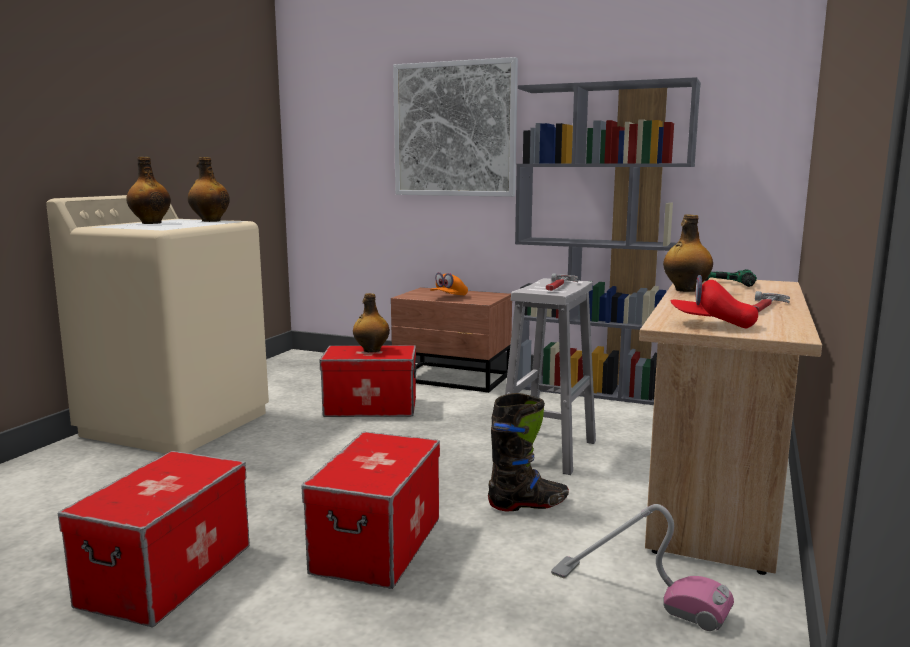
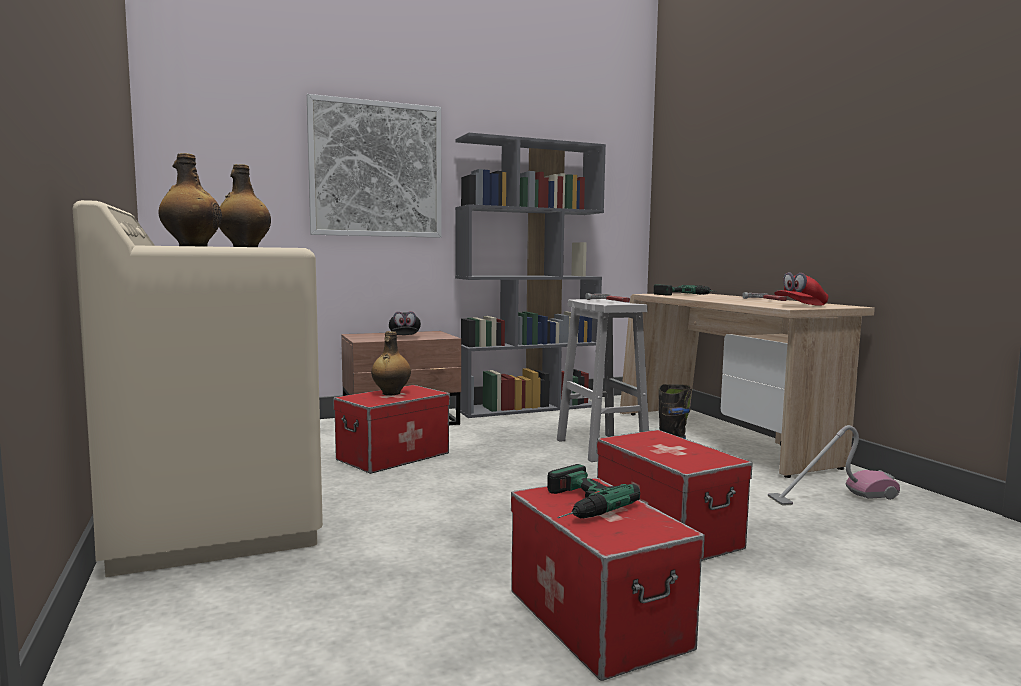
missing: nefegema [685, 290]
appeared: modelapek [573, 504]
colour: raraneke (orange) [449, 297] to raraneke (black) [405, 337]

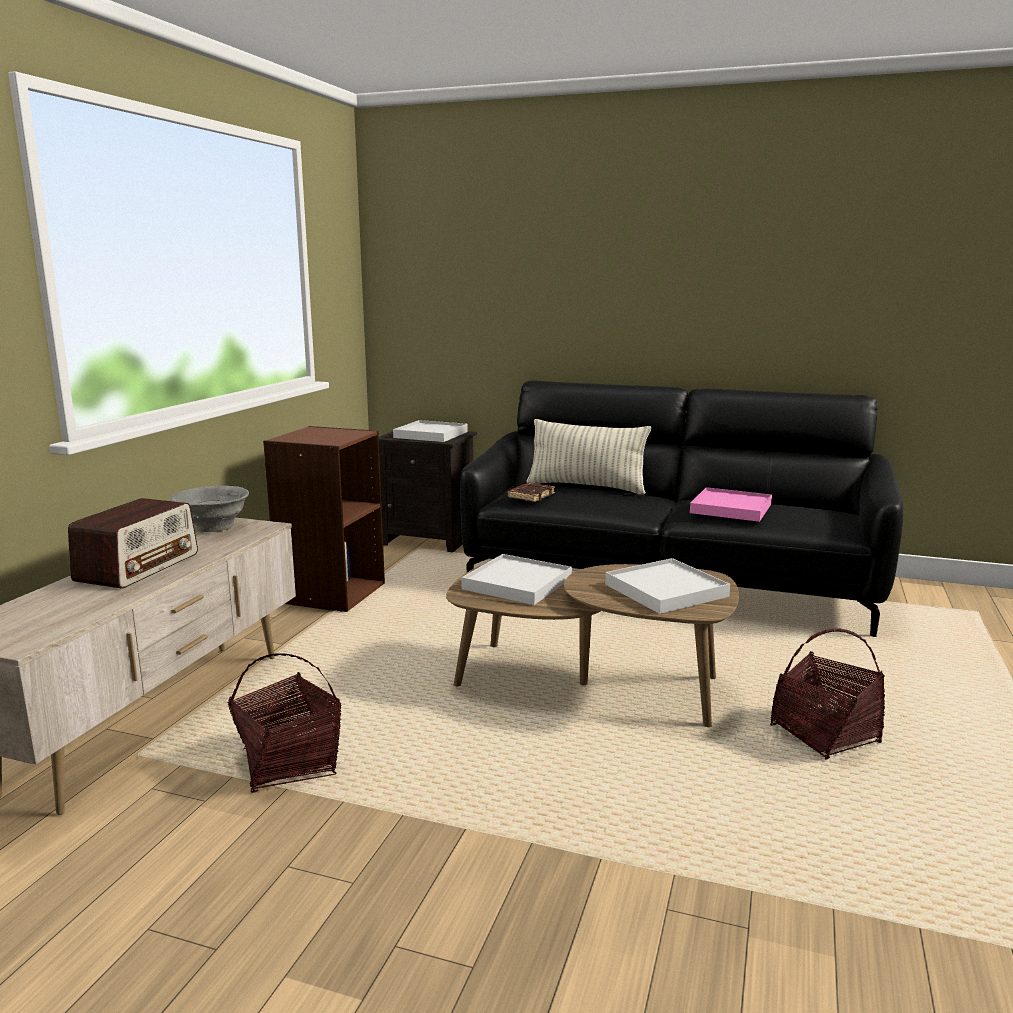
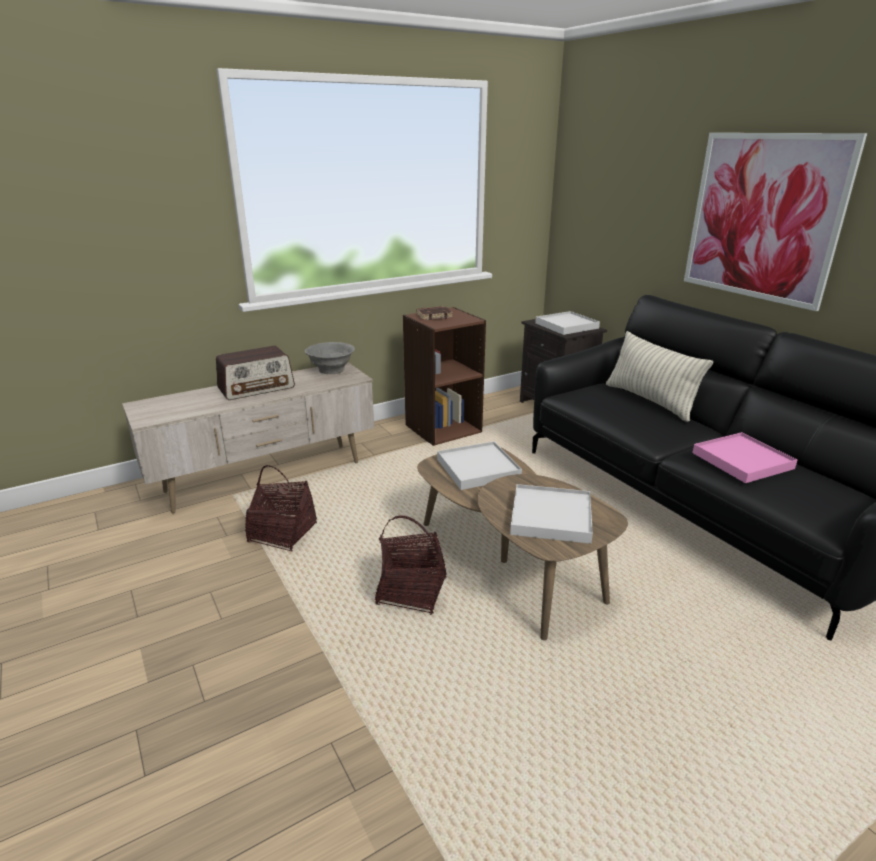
appeared: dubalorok [763, 218]
relocated: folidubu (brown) [530, 496] to [434, 316]; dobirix [825, 734] to [412, 592]

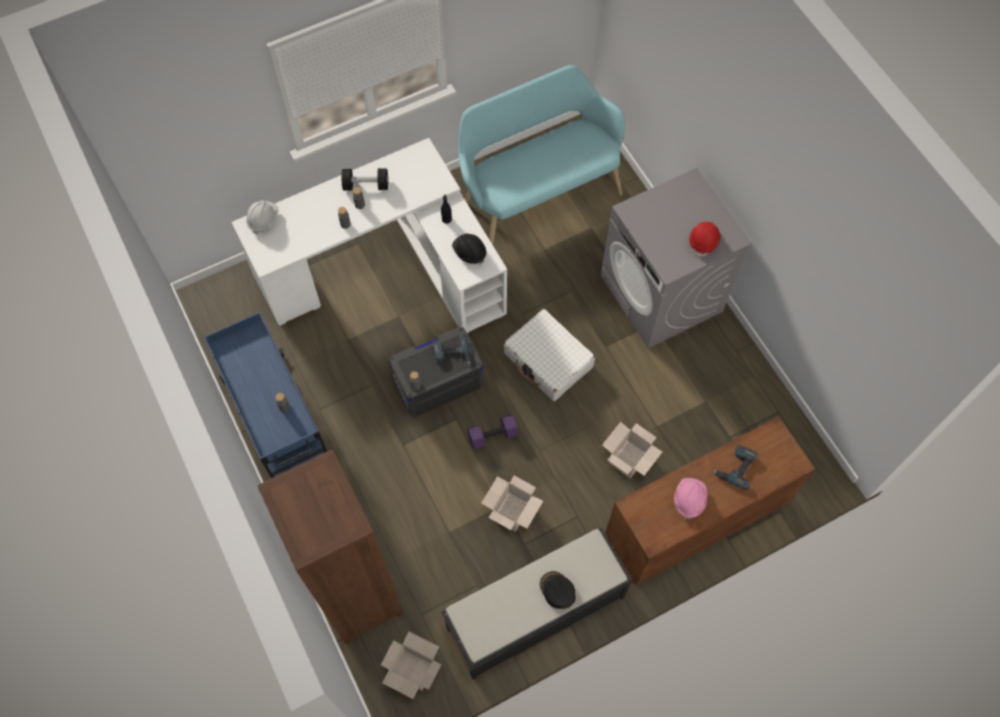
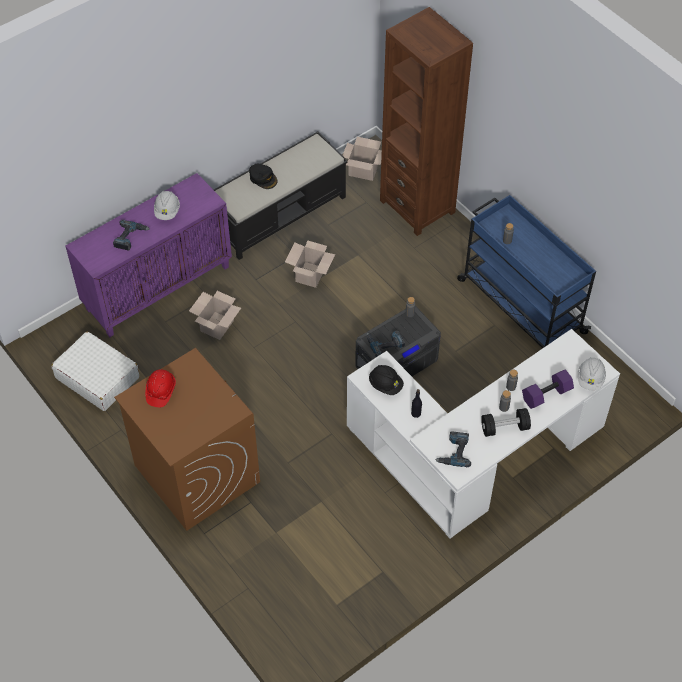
missing: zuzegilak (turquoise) [537, 194]
appeared: modelapek [454, 452]
relocated: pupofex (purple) [493, 435] to [546, 395]; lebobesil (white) [548, 361] to [97, 377]
colour: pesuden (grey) [661, 294] to pesuden (brown) [196, 473]; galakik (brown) [694, 525] to galakik (purple) [158, 287]; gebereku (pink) [689, 500] to gebereku (white) [167, 211]

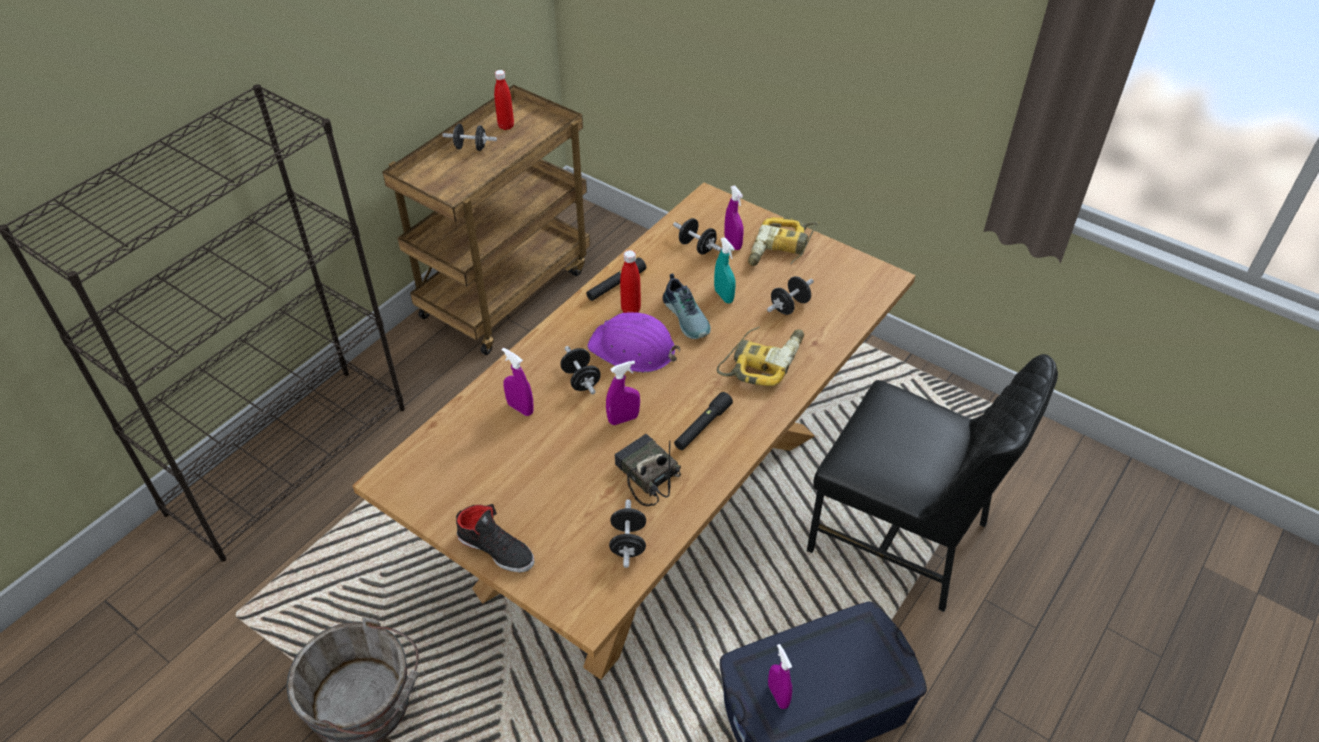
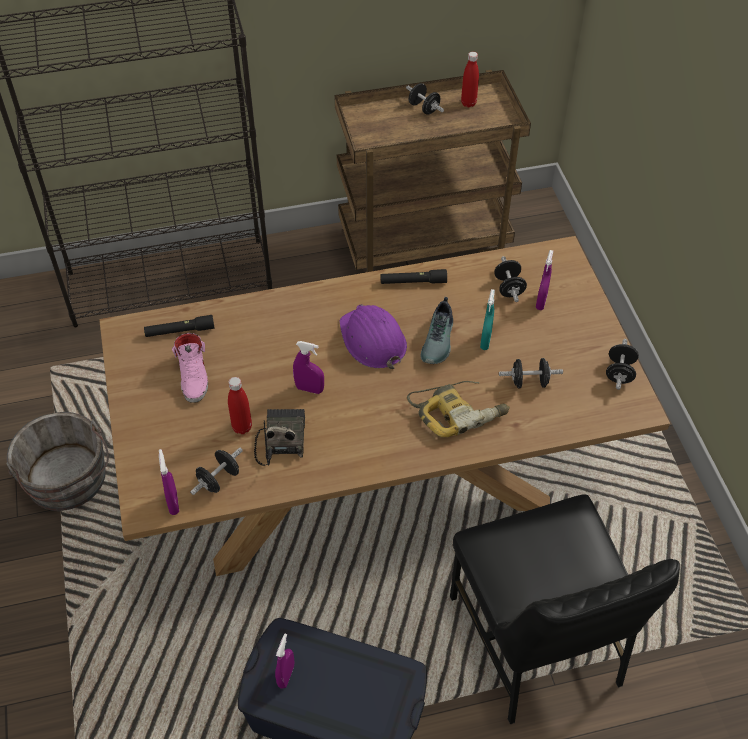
missing: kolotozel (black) [496, 549]; modelapek [781, 250]
appeared: kolotozel (pink) [194, 375]
relocated: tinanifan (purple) [520, 408] to [173, 503]; pupofex (black) [581, 380] to [619, 373]; nefegema (red) [631, 310] to [242, 427]; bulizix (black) [702, 426] to [180, 331]

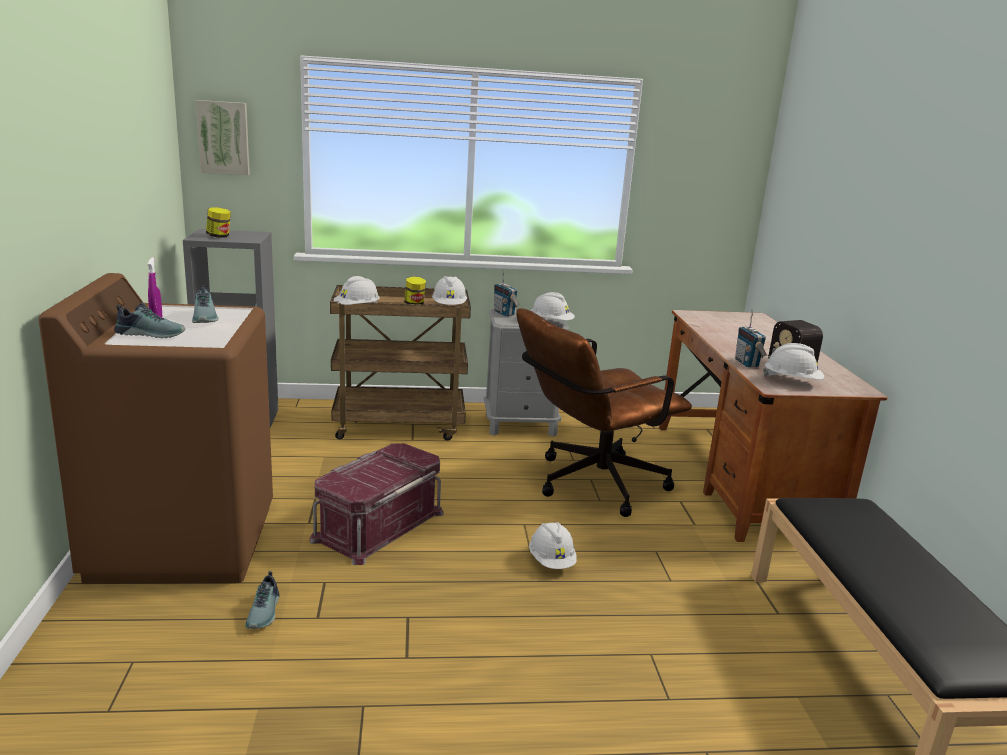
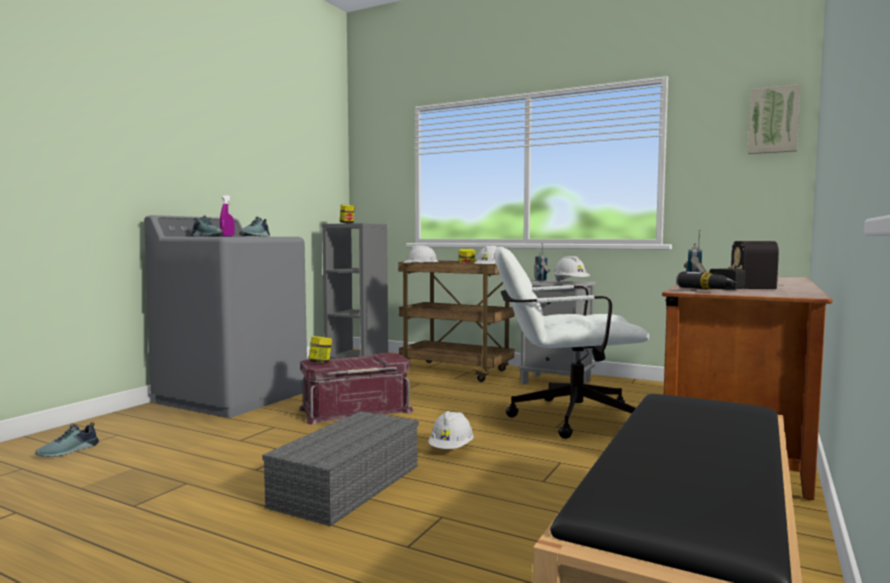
appeared: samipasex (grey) [347, 484]; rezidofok [320, 363]
relocated: dubalorok [224, 137] to [773, 120]; kolotozel [265, 612] to [69, 451]
exchanged: gebereku (white) [792, 381] to modelapek [720, 290]
colour: pesuden (brown) [183, 540] to pesuden (grey) [233, 397]; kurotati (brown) [589, 485] to kurotati (white) [562, 418]

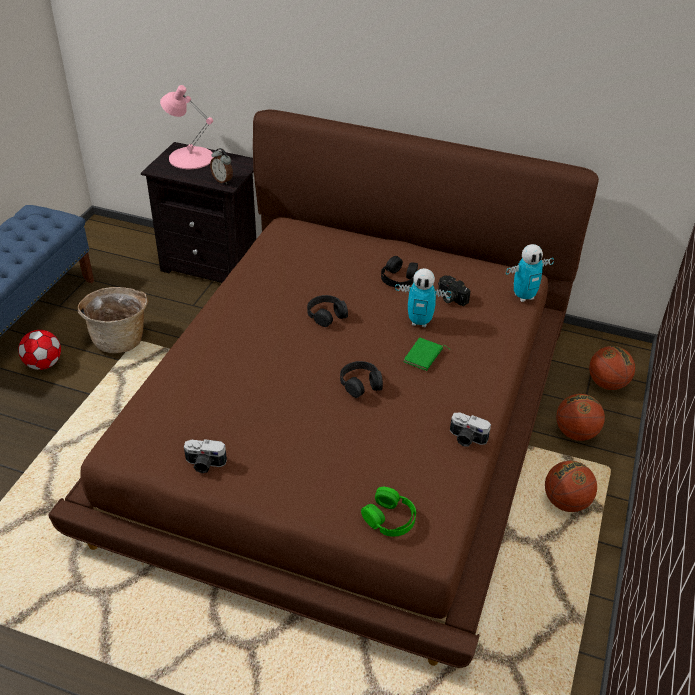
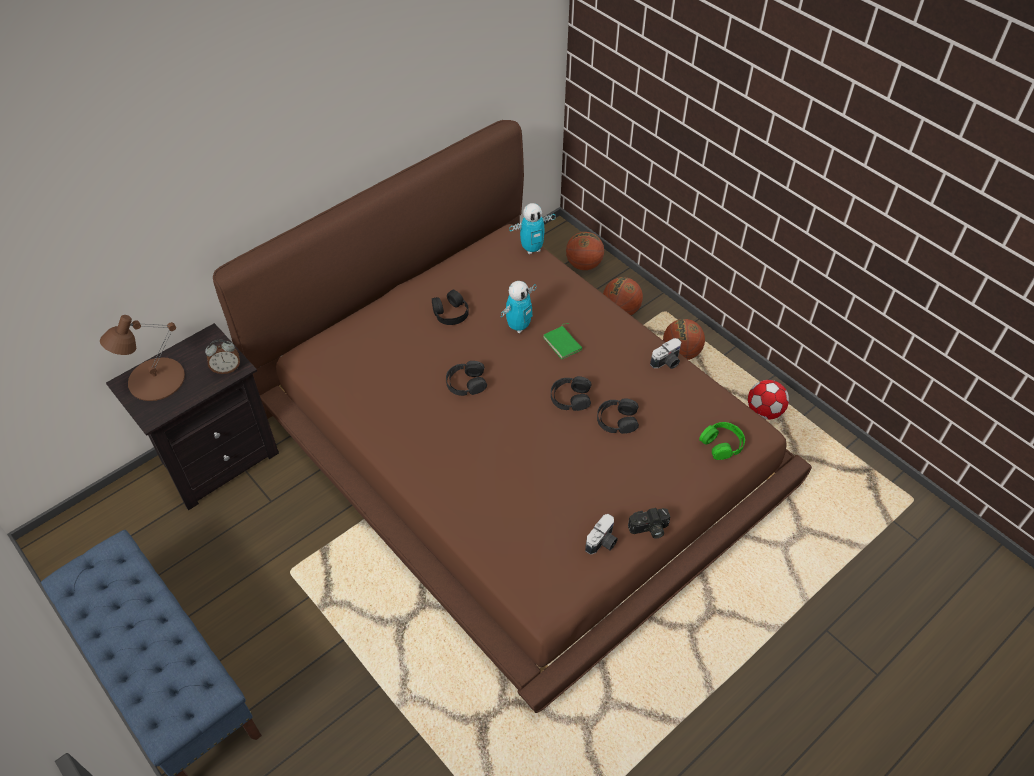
missing: dobirix [120, 339]
appeared: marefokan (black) [617, 420]
relocated: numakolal [44, 364] to [764, 411]; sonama [450, 298] to [649, 529]
colour: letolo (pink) [191, 157] to letolo (brown) [155, 379]
spun: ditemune [524, 297] = [532, 249] 60 degrees clockwise

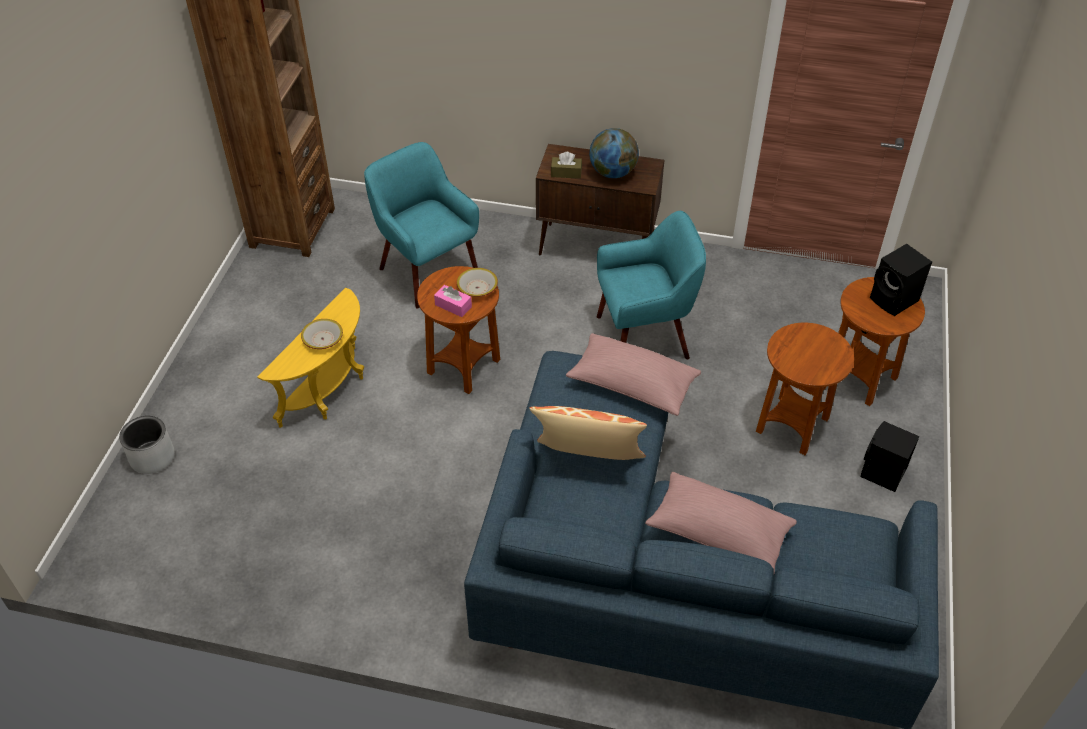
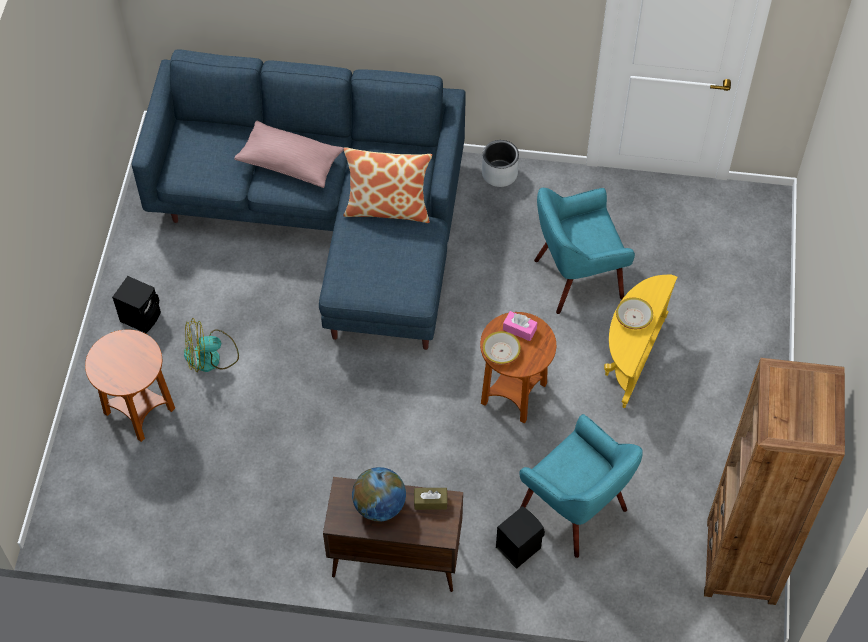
missing: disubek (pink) [632, 385]
relocated: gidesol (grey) [152, 457] to [500, 173]; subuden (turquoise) [644, 337] to [577, 277]; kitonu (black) [894, 300] to [517, 546]
exchanged: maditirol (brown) [792, 425] to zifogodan [211, 356]

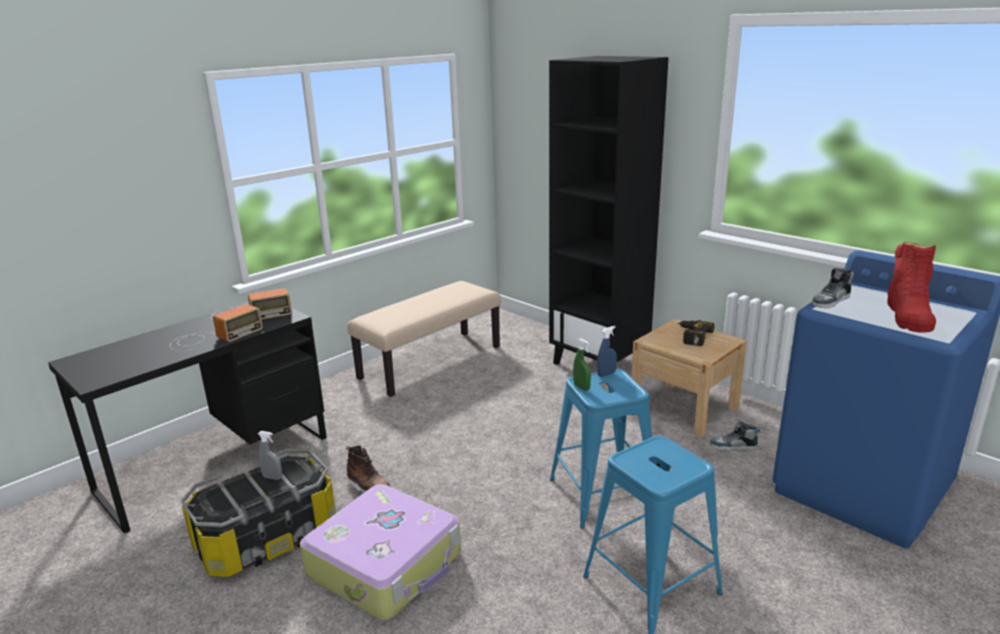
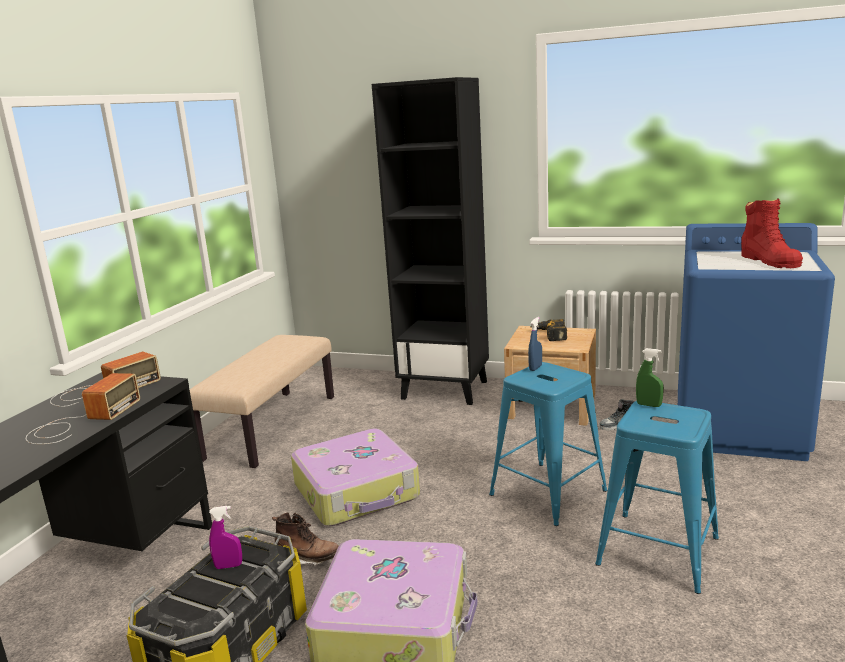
missing: kolotozel [831, 301]
appeared: lebobesil [357, 491]
relocated: tinanifan (green) [581, 387] to [649, 405]
colour: tinanifan (grey) [272, 477] to tinanifan (purple) [228, 566]

